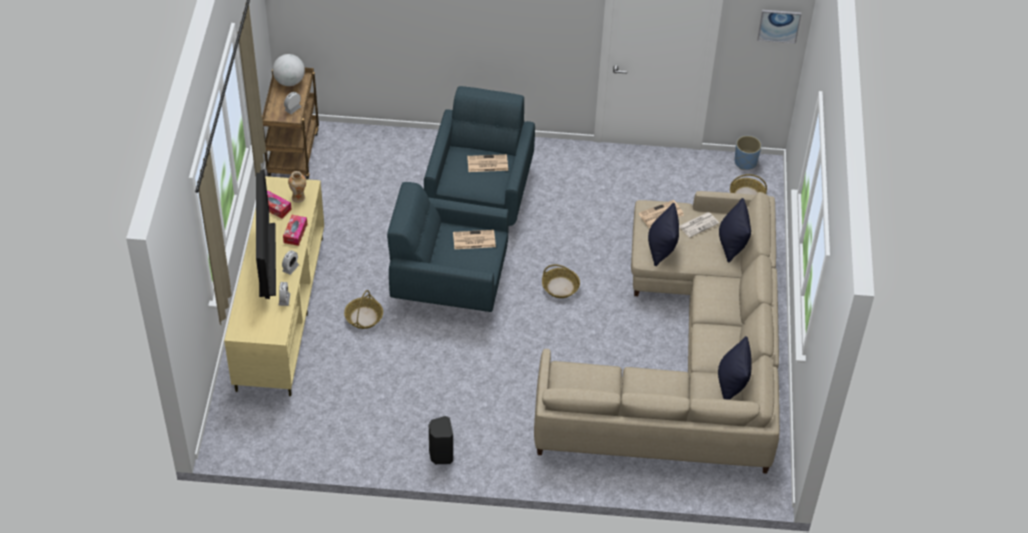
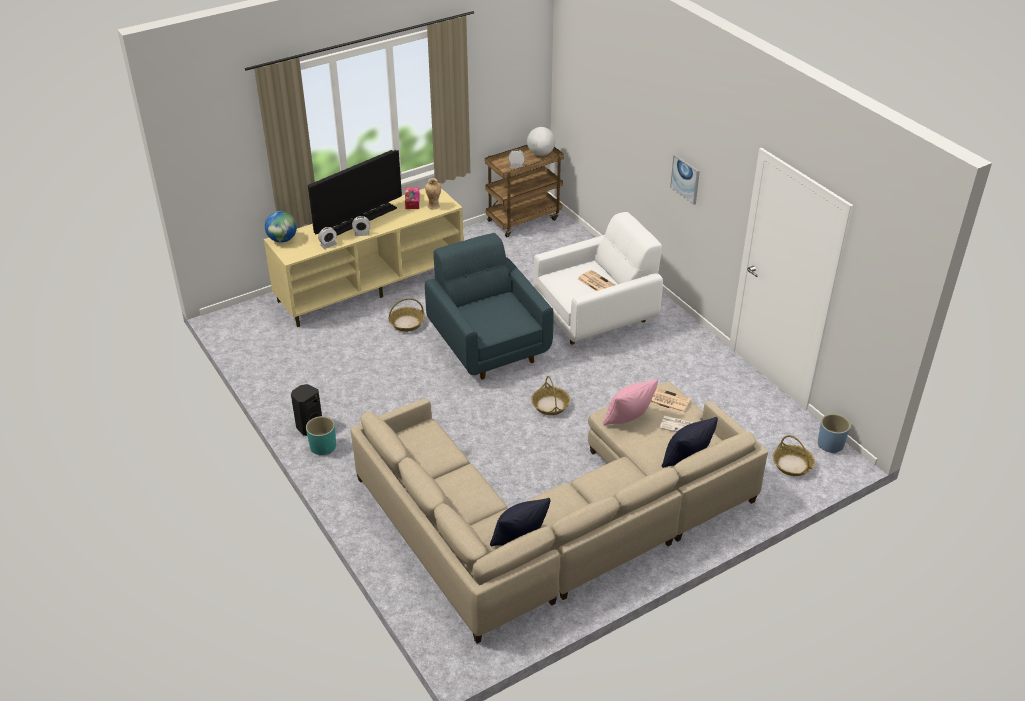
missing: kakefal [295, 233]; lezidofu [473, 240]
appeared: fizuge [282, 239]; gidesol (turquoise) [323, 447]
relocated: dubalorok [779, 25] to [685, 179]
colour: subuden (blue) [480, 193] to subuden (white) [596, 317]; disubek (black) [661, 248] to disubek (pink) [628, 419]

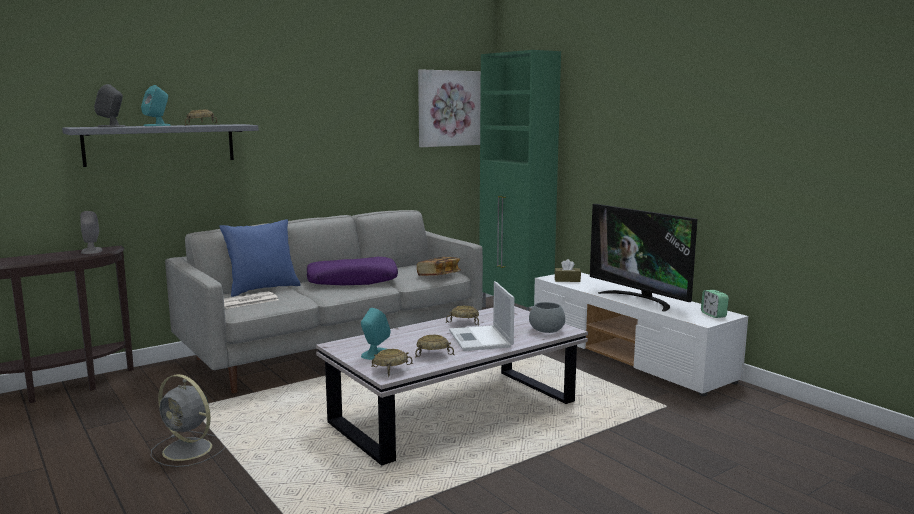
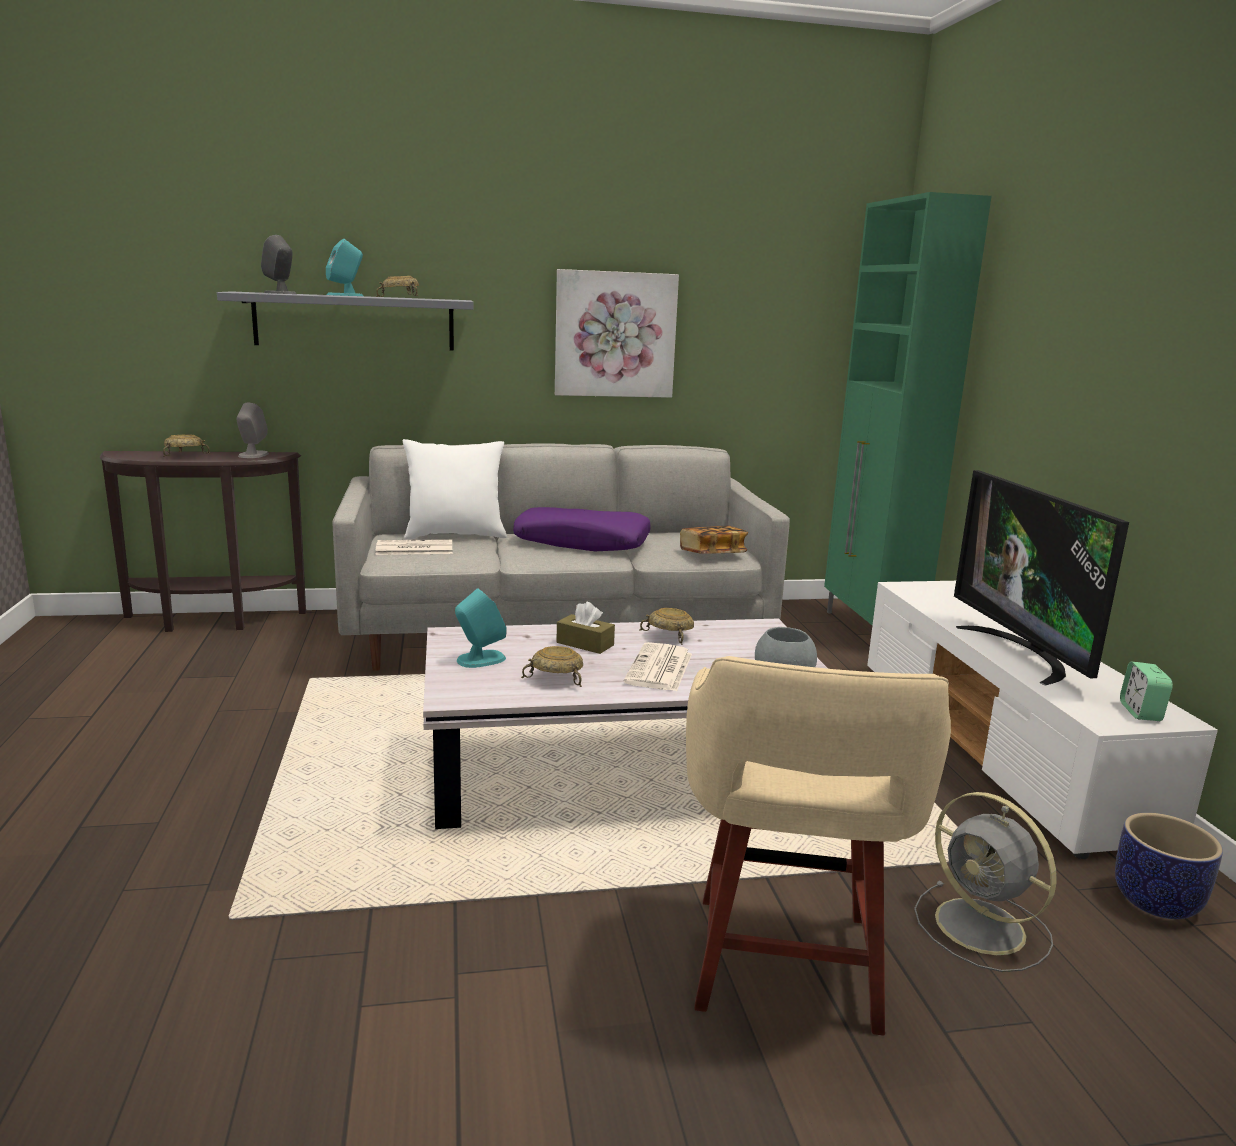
appeared: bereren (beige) [785, 967]; gidesol [1157, 901]
relocated: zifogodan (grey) [189, 450] to [983, 928]; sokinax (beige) [391, 370] to [185, 455]; dubalorok [449, 108] to [615, 334]; kakefal (brown) [567, 280] to [585, 644]
exchanged: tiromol [481, 339] to lezidofu [659, 669]
colour: disubek (blue) [262, 289] to disubek (white) [455, 535]

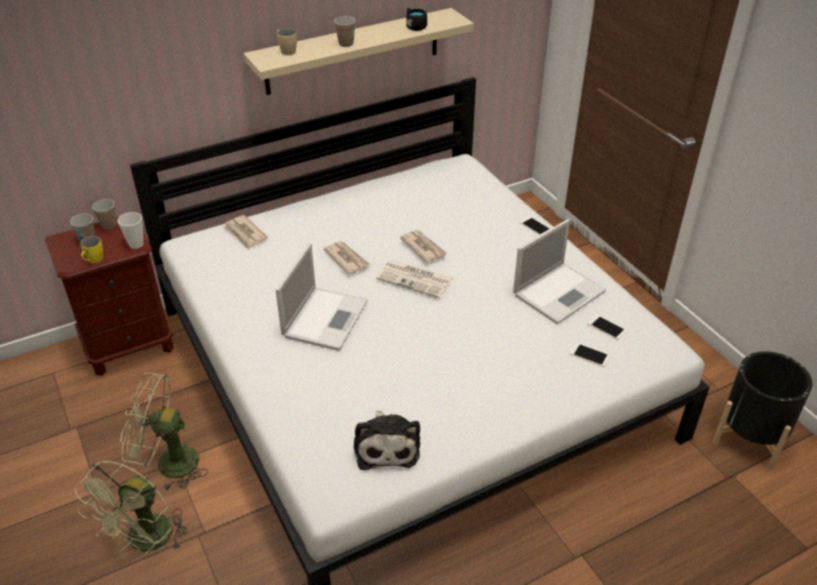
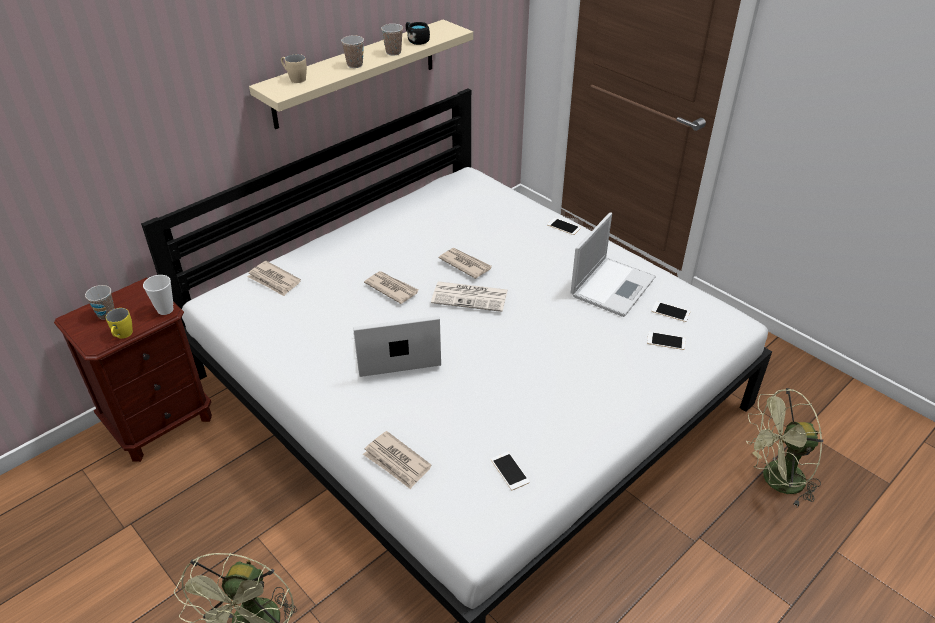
missing: gidesol (black) [750, 437]
appeared: lezidofu [397, 462]
relocated: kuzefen [108, 225] to [393, 52]; zifogodan (green) [168, 463] to [775, 481]
exchanged: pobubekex [386, 445] to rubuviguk [510, 471]
spun: tiromol [325, 318] = [394, 352] 105 degrees counterclockwise

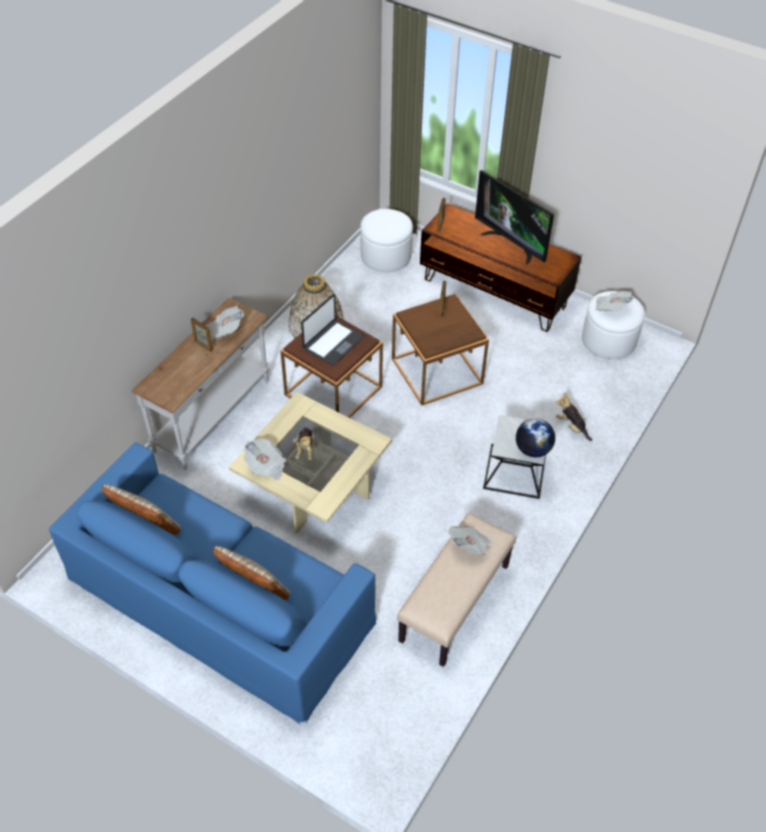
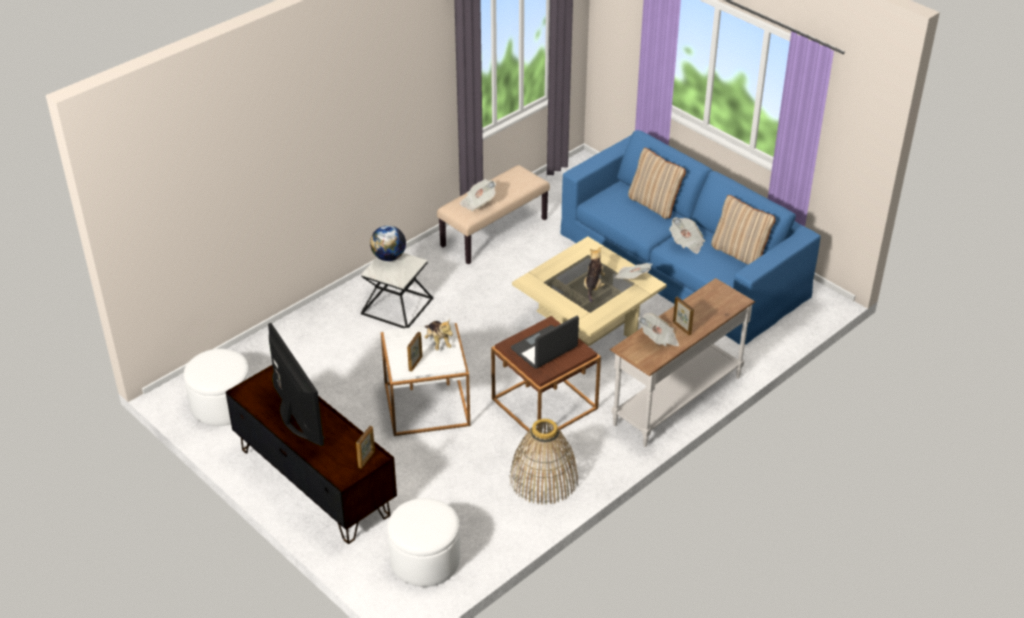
relocated: pobubekex [572, 427] to [438, 342]; lezidofu [611, 308] to [686, 243]
colour: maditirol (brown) [437, 371] to maditirol (white) [426, 404]

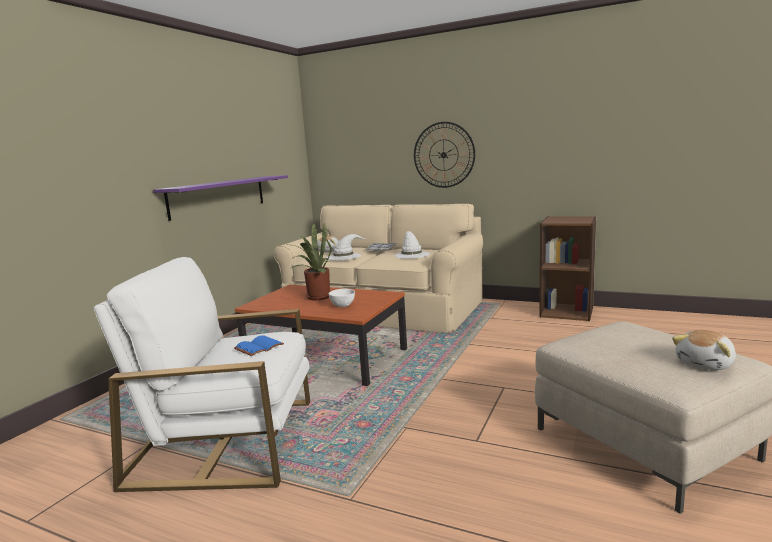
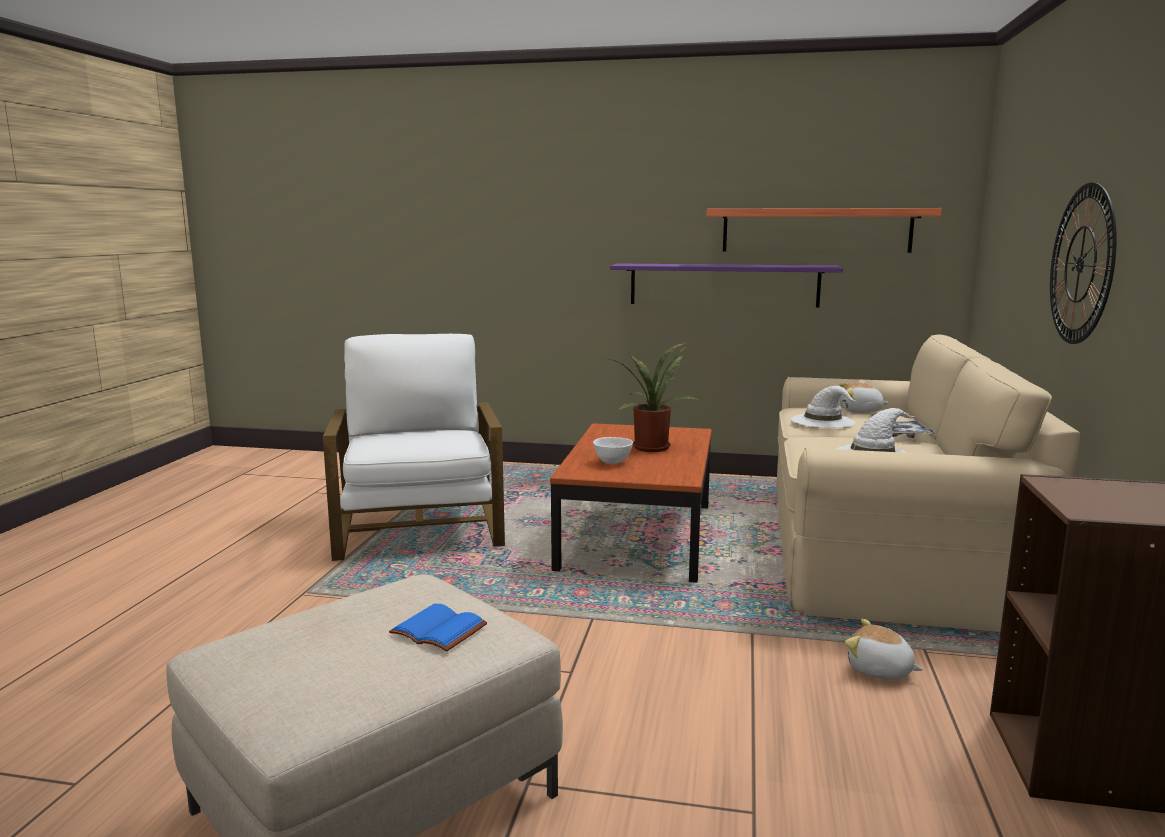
appeared: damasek [816, 230]
relocated: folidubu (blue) [259, 347] to [441, 630]; pobubekex [706, 364] to [879, 671]

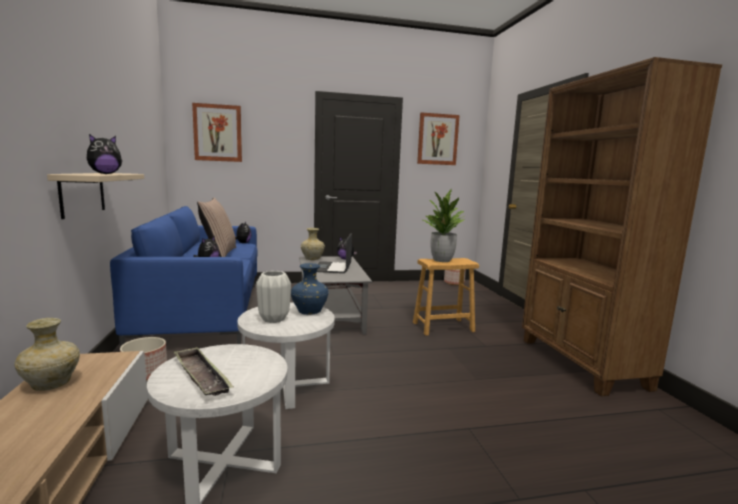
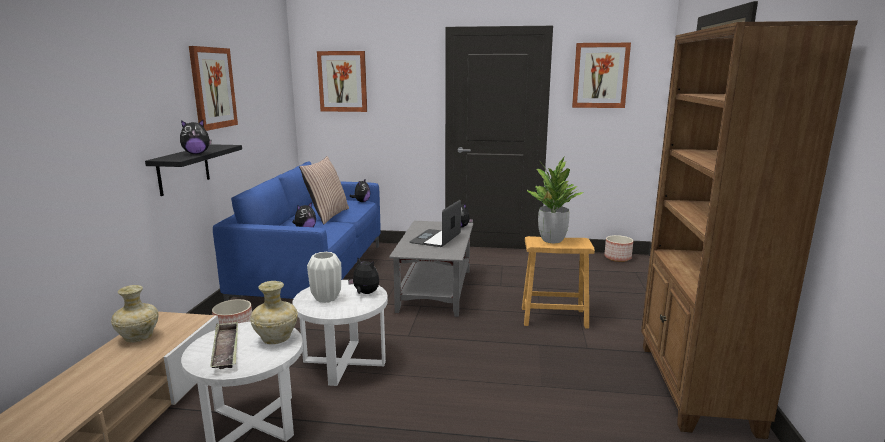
appeared: dubalorok [213, 88]
relocated: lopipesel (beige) [312, 259] to [275, 339]
exchanged: lopipesel (blue) [309, 312] to pobubekex [365, 293]
colour: damasek (beige) [82, 193] to damasek (black) [183, 169]

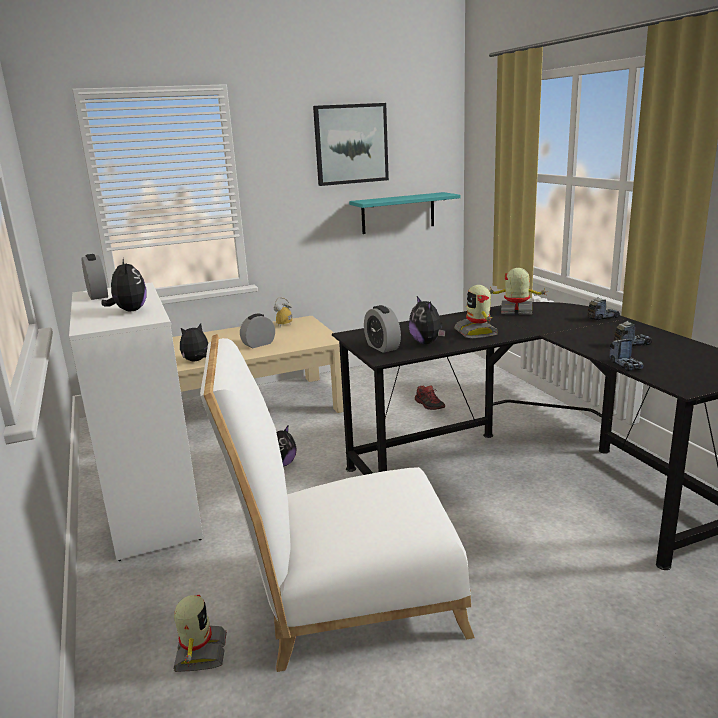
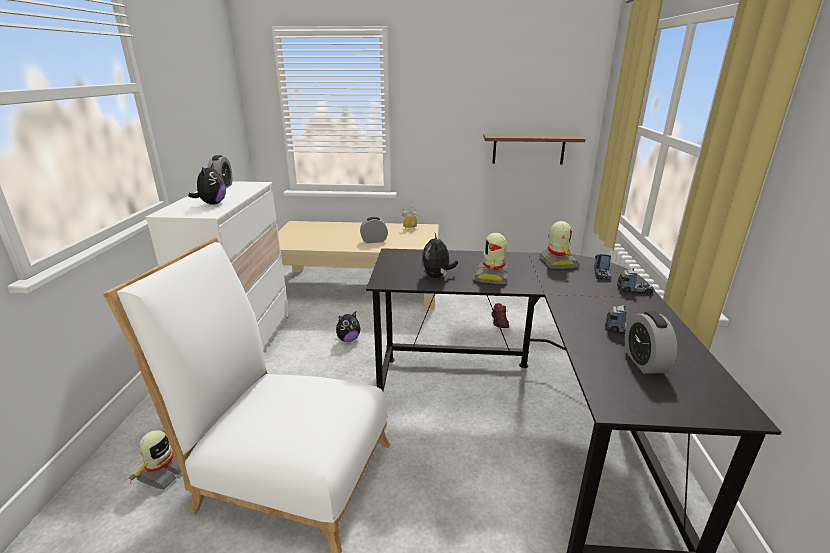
missing: pobubekex [197, 361]; dubalorok [351, 144]
relocated: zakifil [382, 347] to [644, 362]; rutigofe [625, 365] to [601, 274]
colour: damasek (turquoise) [398, 213] to damasek (brown) [528, 149]
spun: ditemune [516, 311] = [557, 262] 45 degrees clockwise

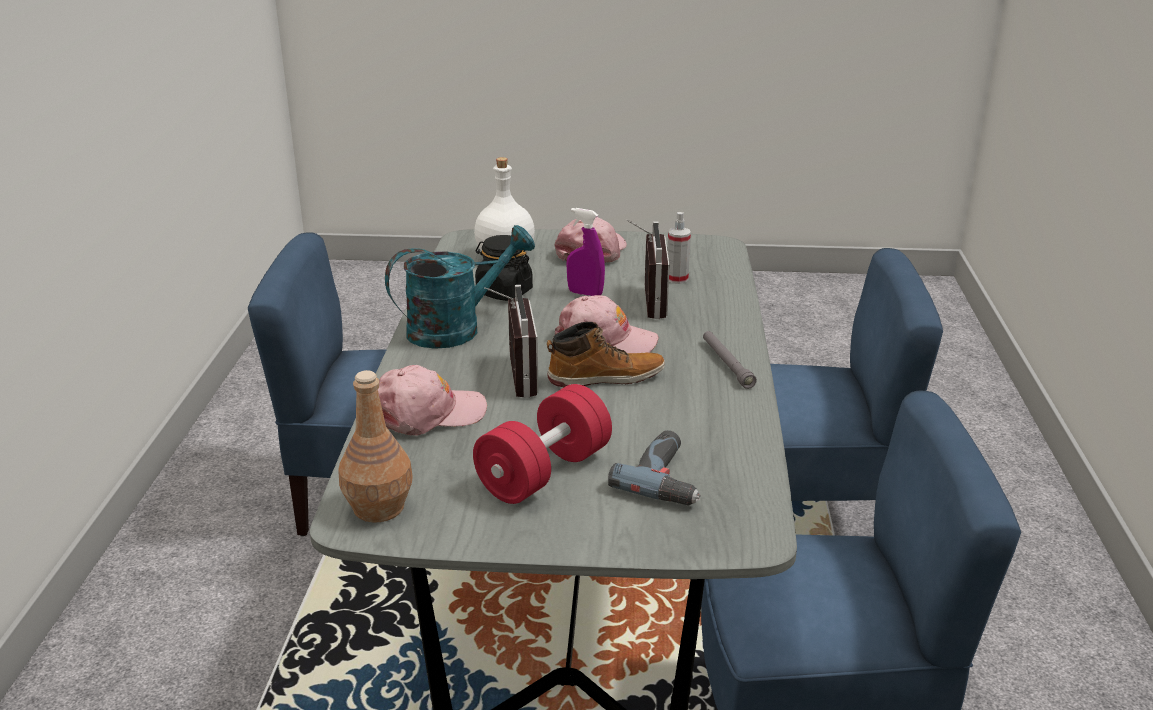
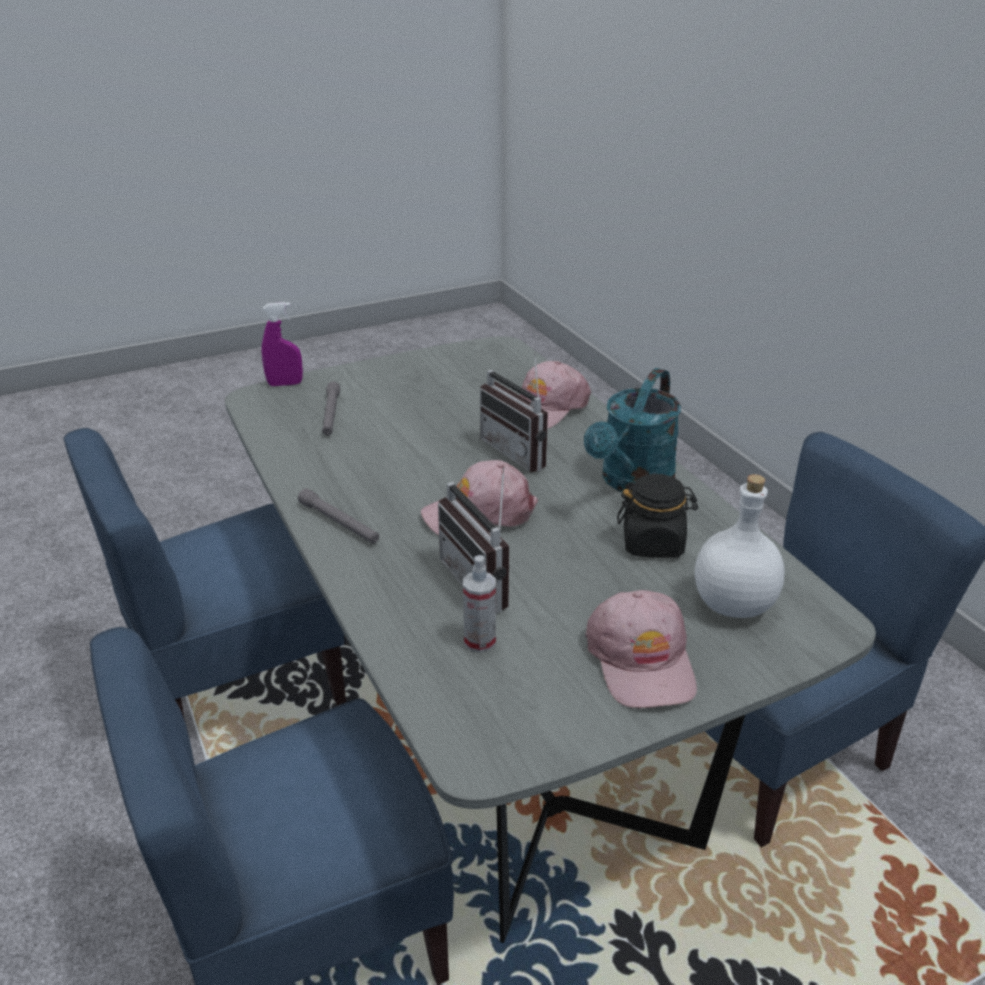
missing: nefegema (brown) [379, 508]; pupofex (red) [544, 472]; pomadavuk [605, 377]
relocated: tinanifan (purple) [585, 293] to [285, 384]
exchanged: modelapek [668, 478] to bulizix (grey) [331, 414]

